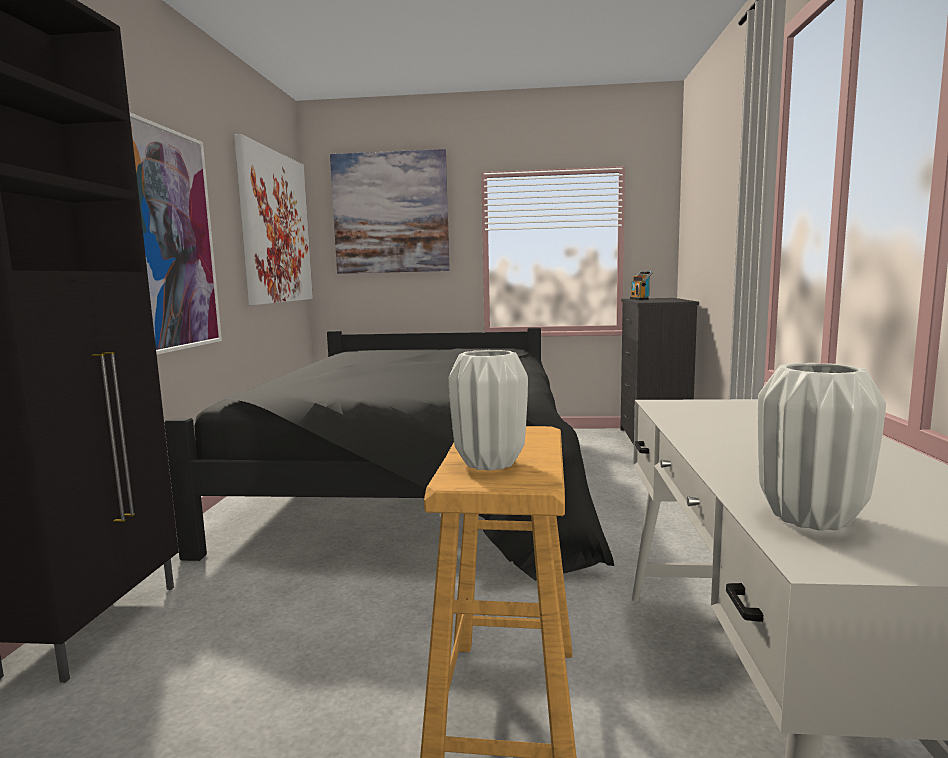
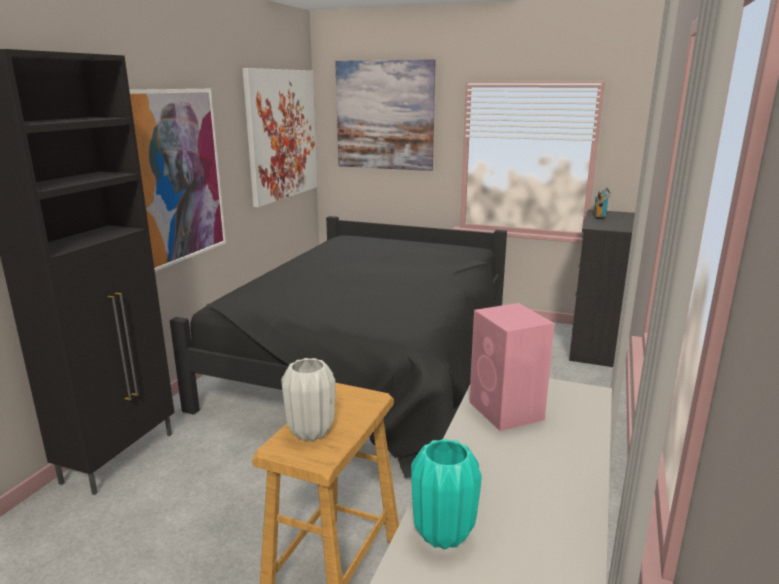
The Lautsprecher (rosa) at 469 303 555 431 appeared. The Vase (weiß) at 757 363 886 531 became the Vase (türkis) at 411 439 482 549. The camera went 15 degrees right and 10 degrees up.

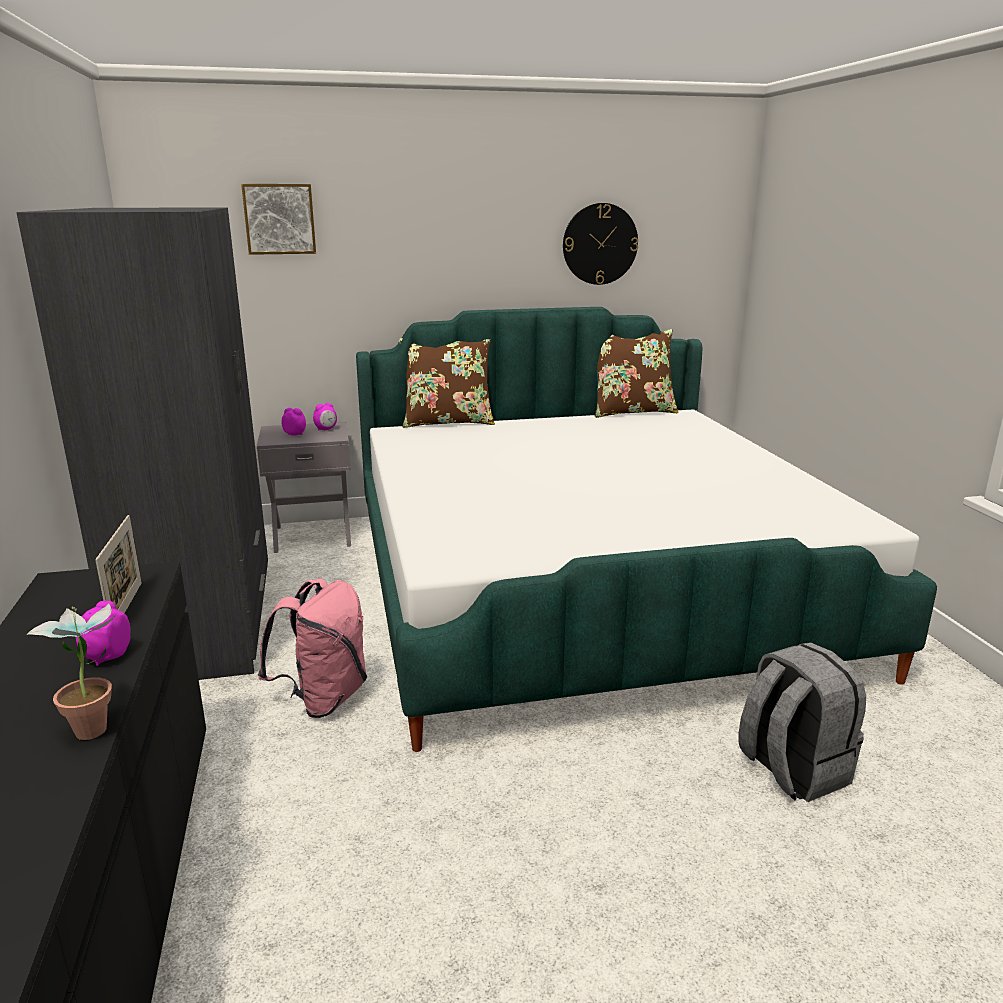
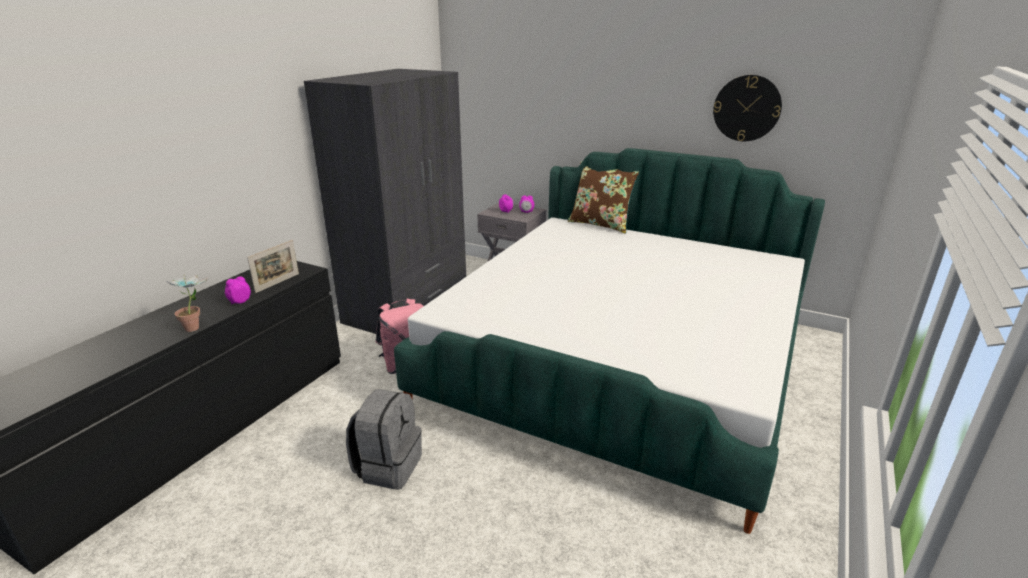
The Bild at 241 184 316 255 disappeared. The Kissen (braun) at 595 329 678 418 disappeared. The Rucksack (grau) moved from 738 642 866 802 to 346 389 422 490. The camera went 40 degrees right and 5 degrees up.

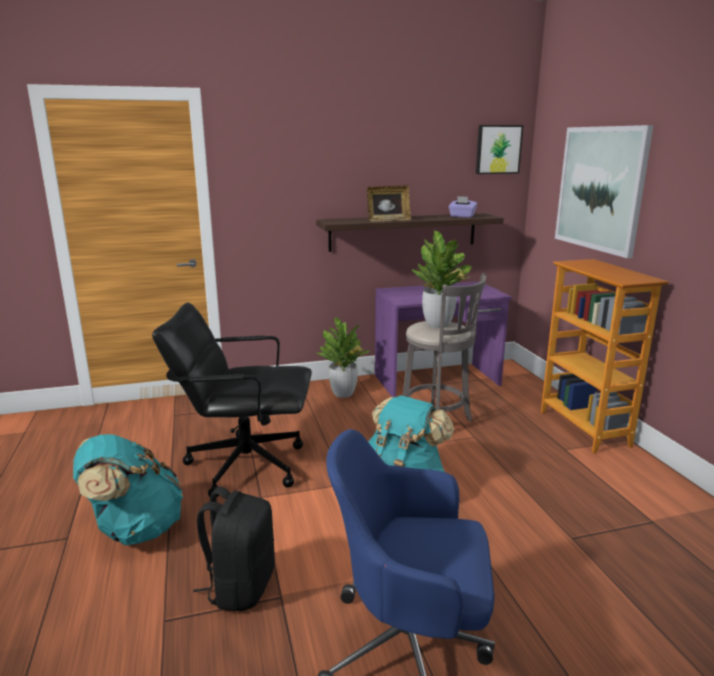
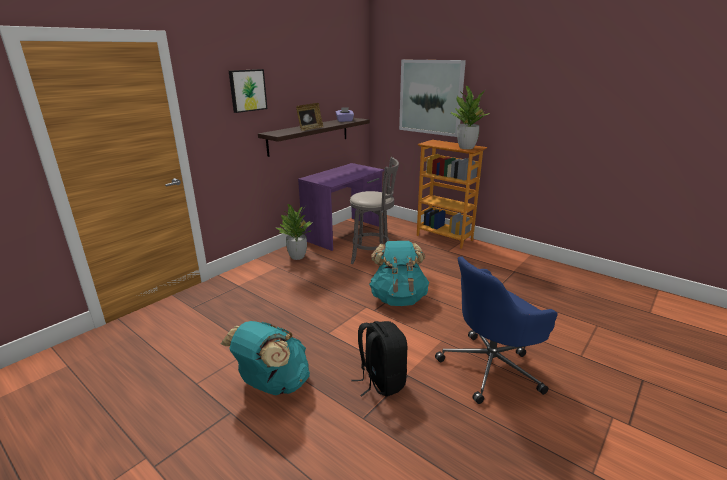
The Bürostuhl (schwarz) at 152 302 312 497 disappeared. The Topfpflanze moved from 412 231 473 328 to 449 86 490 149. The Bild moved from 476 125 523 174 to 229 69 267 113. The camera went 35 degrees left and 5 degrees up.

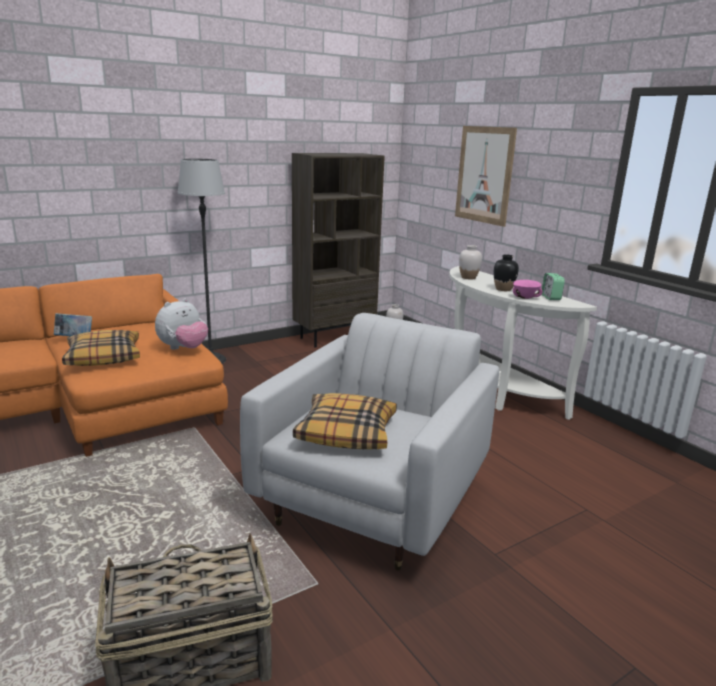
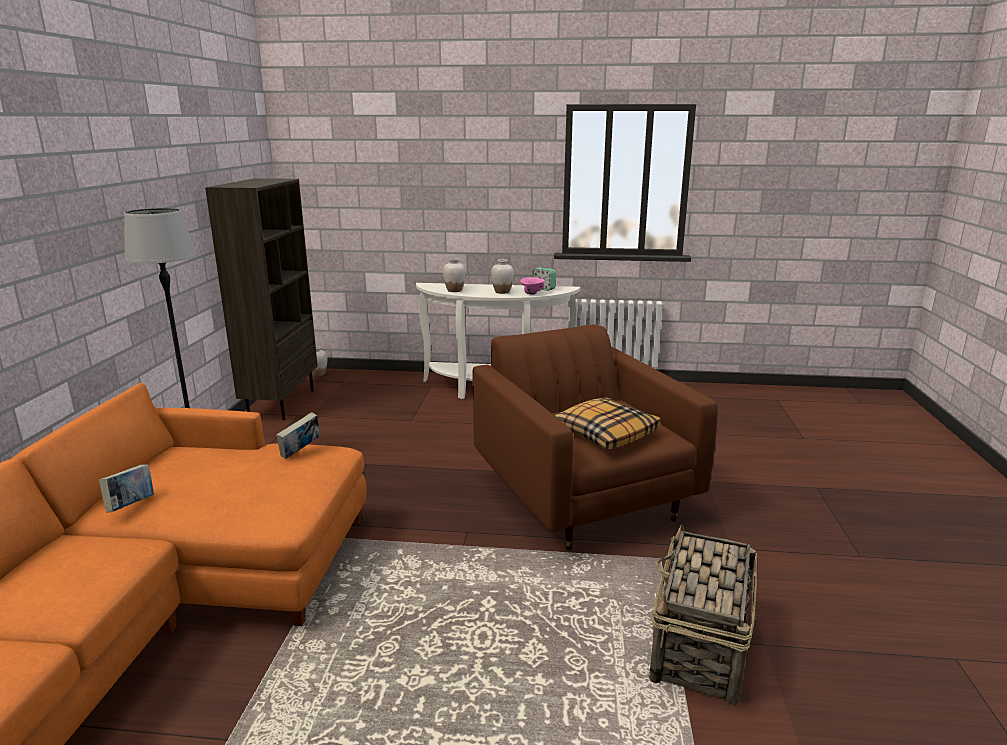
The Kissen at 62 330 140 366 disappeared. The Bild at 455 126 517 227 disappeared. The Plüschtier at 155 298 208 350 was replaced by the Buch at 276 412 320 459. The Sessel (weiß) at 240 313 499 570 became the Sessel (braun) at 472 324 718 550. The Vase (schwarz) at 494 254 519 291 became the Vase (weiß) at 491 259 514 294. The camera went 50 degrees left and 0 degrees up.

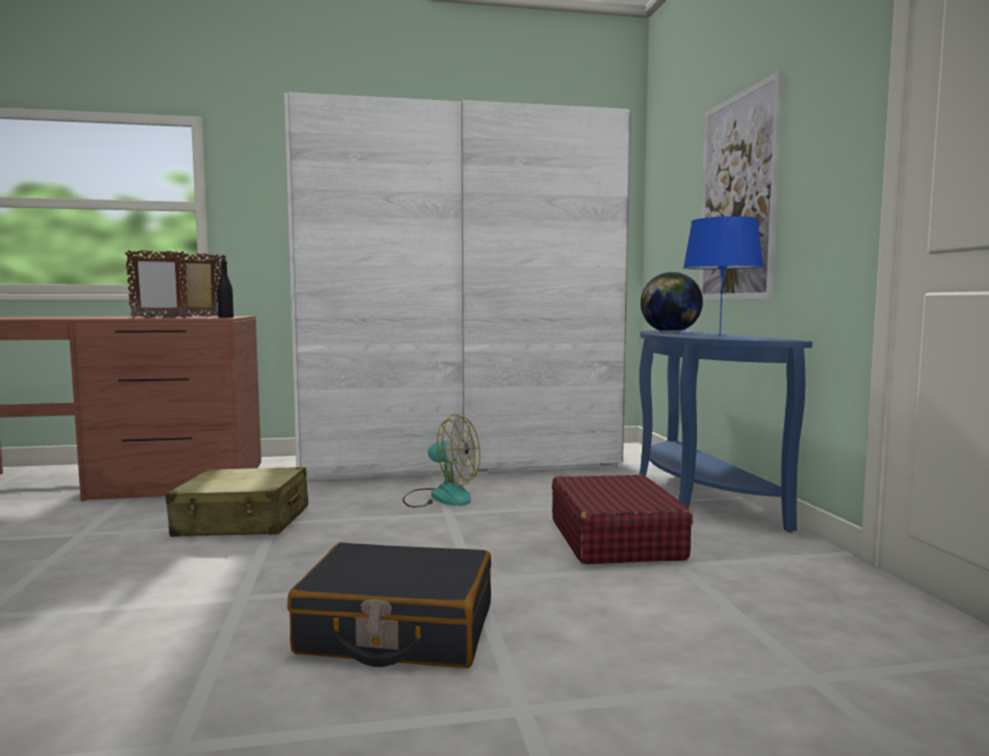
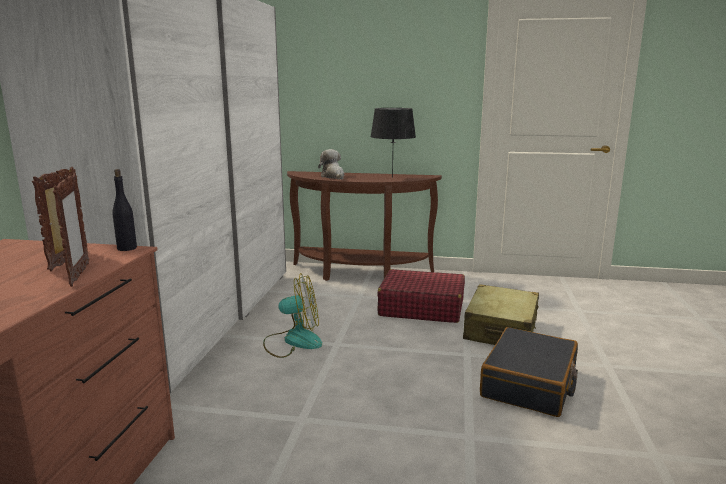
The Bild at 699 70 783 300 disappeared. The Koffer (beige) moved from 166 467 308 537 to 463 284 539 345. The Globus at 640 272 703 333 was replaced by the Plüschtier at 318 149 344 179. The Konsolentisch (blau) at 639 330 812 532 became the Konsolentisch (braun) at 287 171 442 281. The Tischlampe (blau) at 683 216 764 337 became the Tischlampe (schwarz) at 370 108 416 178. The Ventilator at 402 414 480 507 turned 45 degrees clockwise. The camera went 70 degrees left and 10 degrees up.

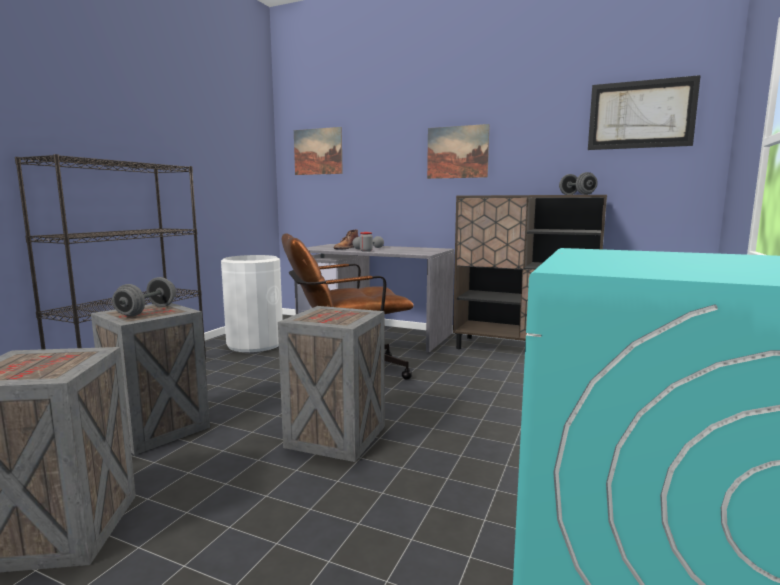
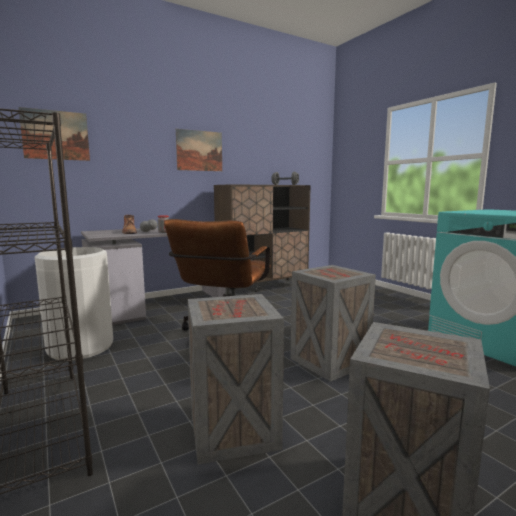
The Hantel (grau) at 112 277 176 317 disappeared. The Bild at 588 75 701 150 disappeared. The camera went 55 degrees left and 0 degrees up.

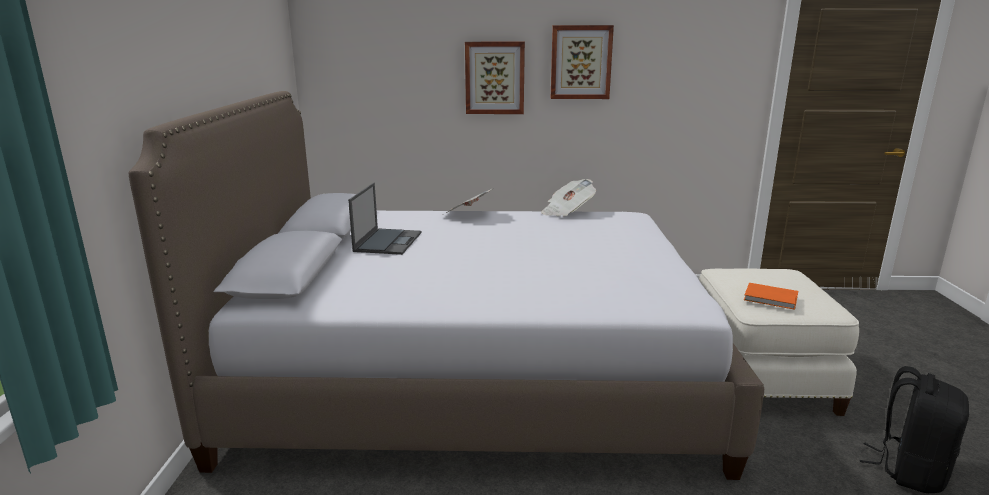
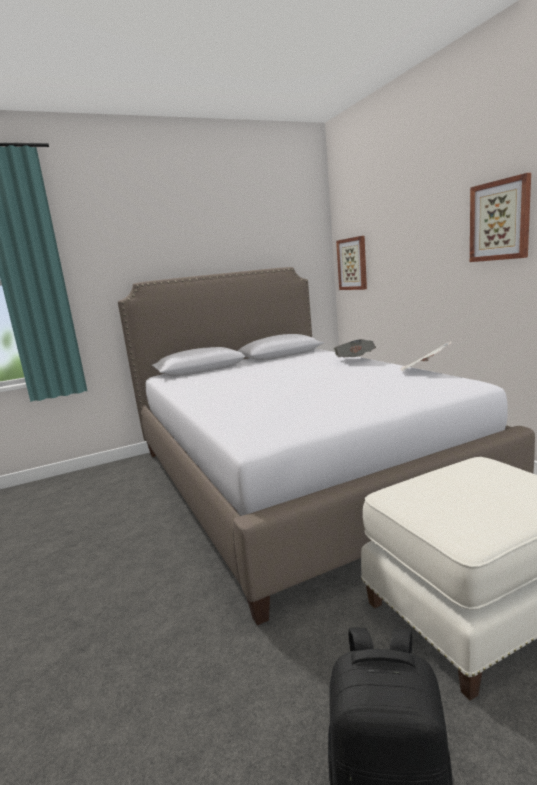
The Laptop at 348 183 422 255 disappeared. The Buch (orange) at 744 283 798 310 disappeared. The Bild moved from 465 42 525 114 to 336 236 367 290. The camera went 65 degrees right and 5 degrees down.

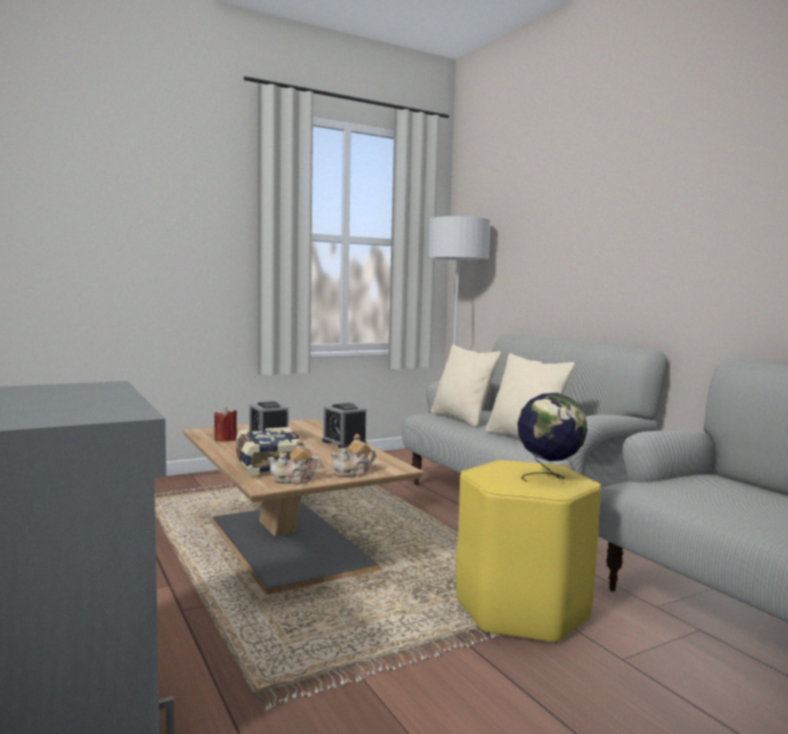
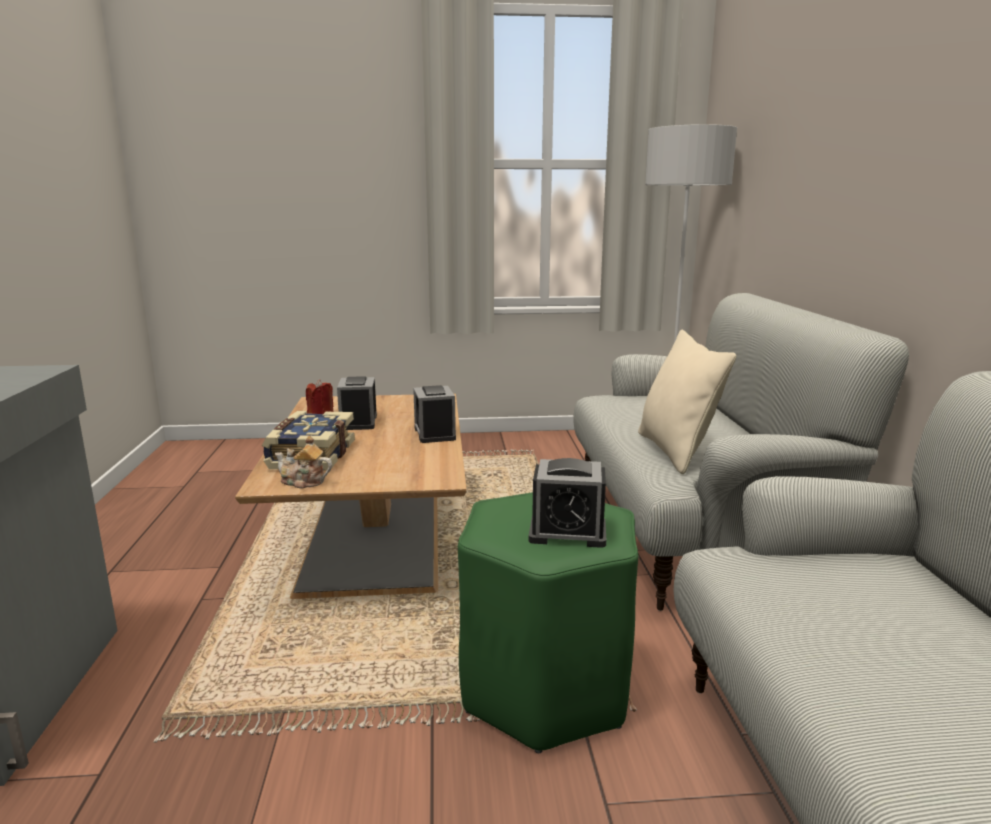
The Teekanne at 330 434 376 477 disappeared. The Kissen (beige) at 431 345 501 427 disappeared. The Globus at 517 393 588 482 was replaced by the Wecker at 529 458 606 548. The Hocker (gelb) at 456 460 601 645 became the Hocker (grün) at 458 492 638 753. The camera went 25 degrees right and 10 degrees up.

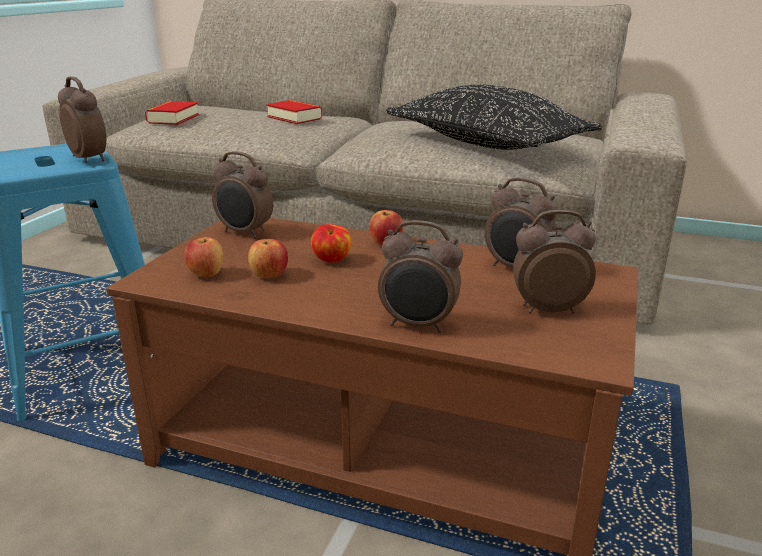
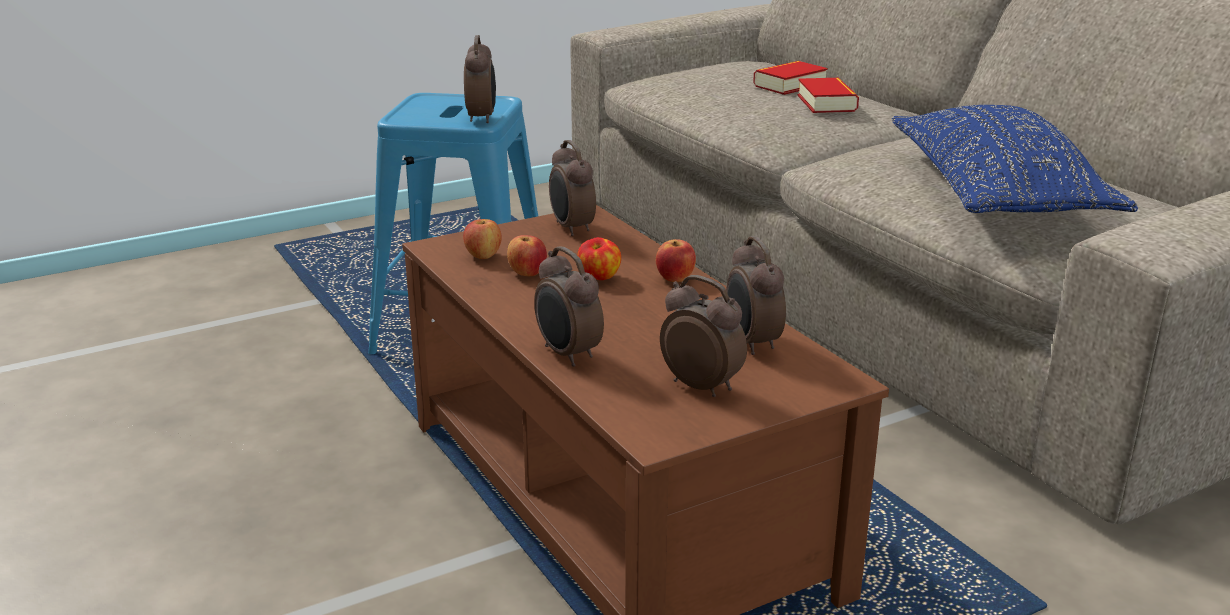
The Buch moved from 145 101 199 125 to 753 61 828 95. The Kissen (schwarz) at 386 84 603 150 became the Kissen (blau) at 892 105 1138 213. The camera went 40 degrees right and 0 degrees up.

